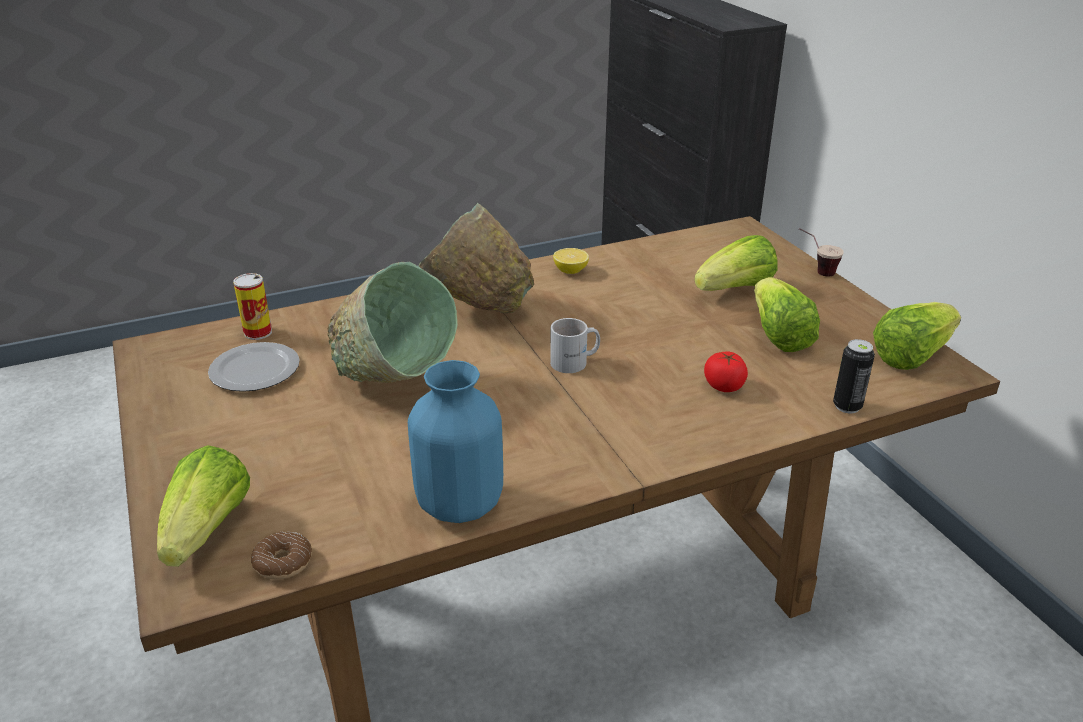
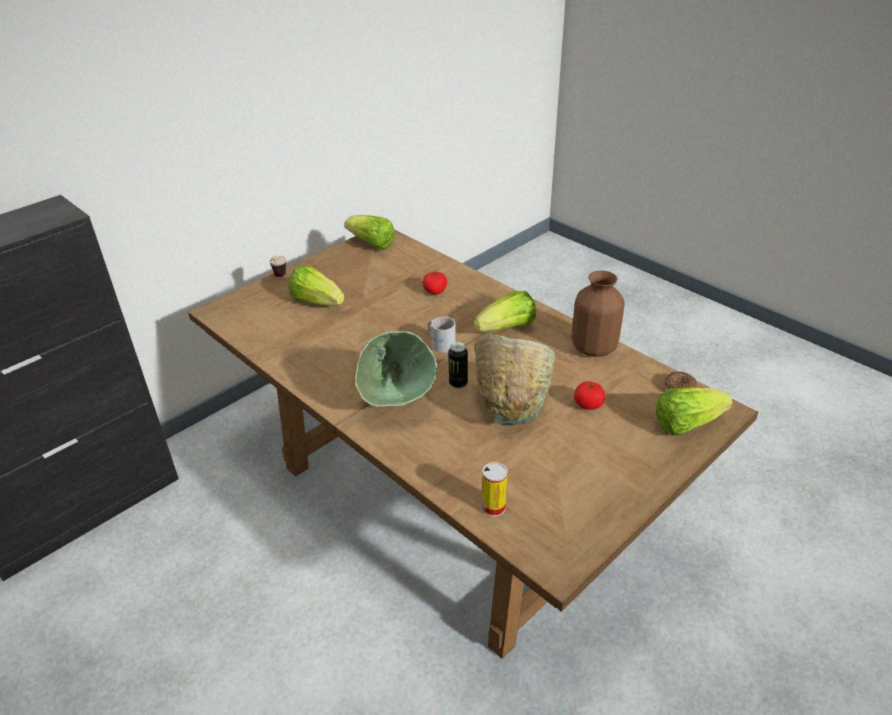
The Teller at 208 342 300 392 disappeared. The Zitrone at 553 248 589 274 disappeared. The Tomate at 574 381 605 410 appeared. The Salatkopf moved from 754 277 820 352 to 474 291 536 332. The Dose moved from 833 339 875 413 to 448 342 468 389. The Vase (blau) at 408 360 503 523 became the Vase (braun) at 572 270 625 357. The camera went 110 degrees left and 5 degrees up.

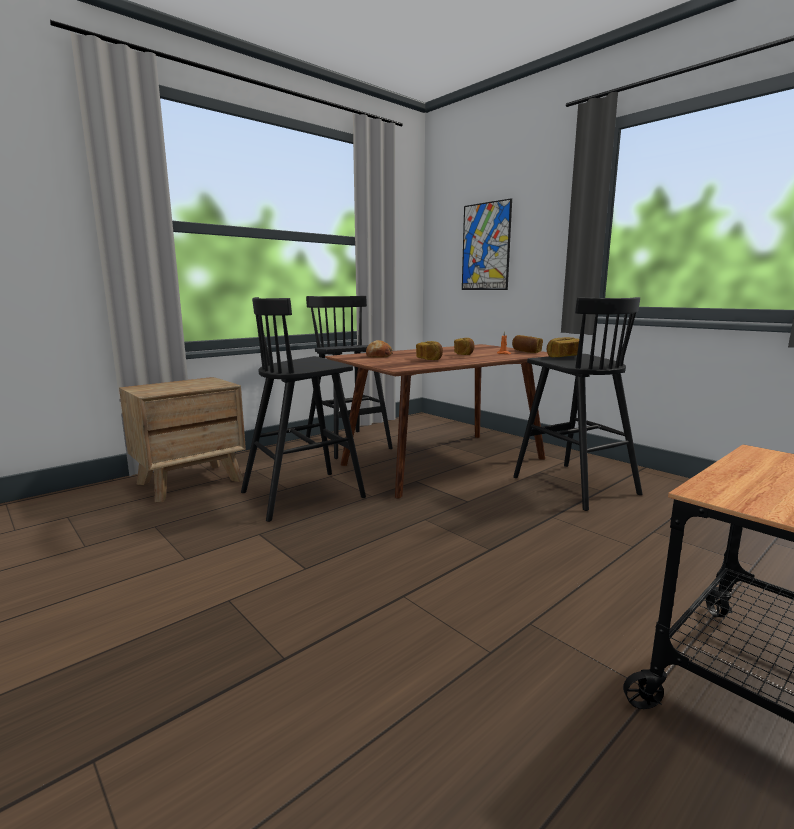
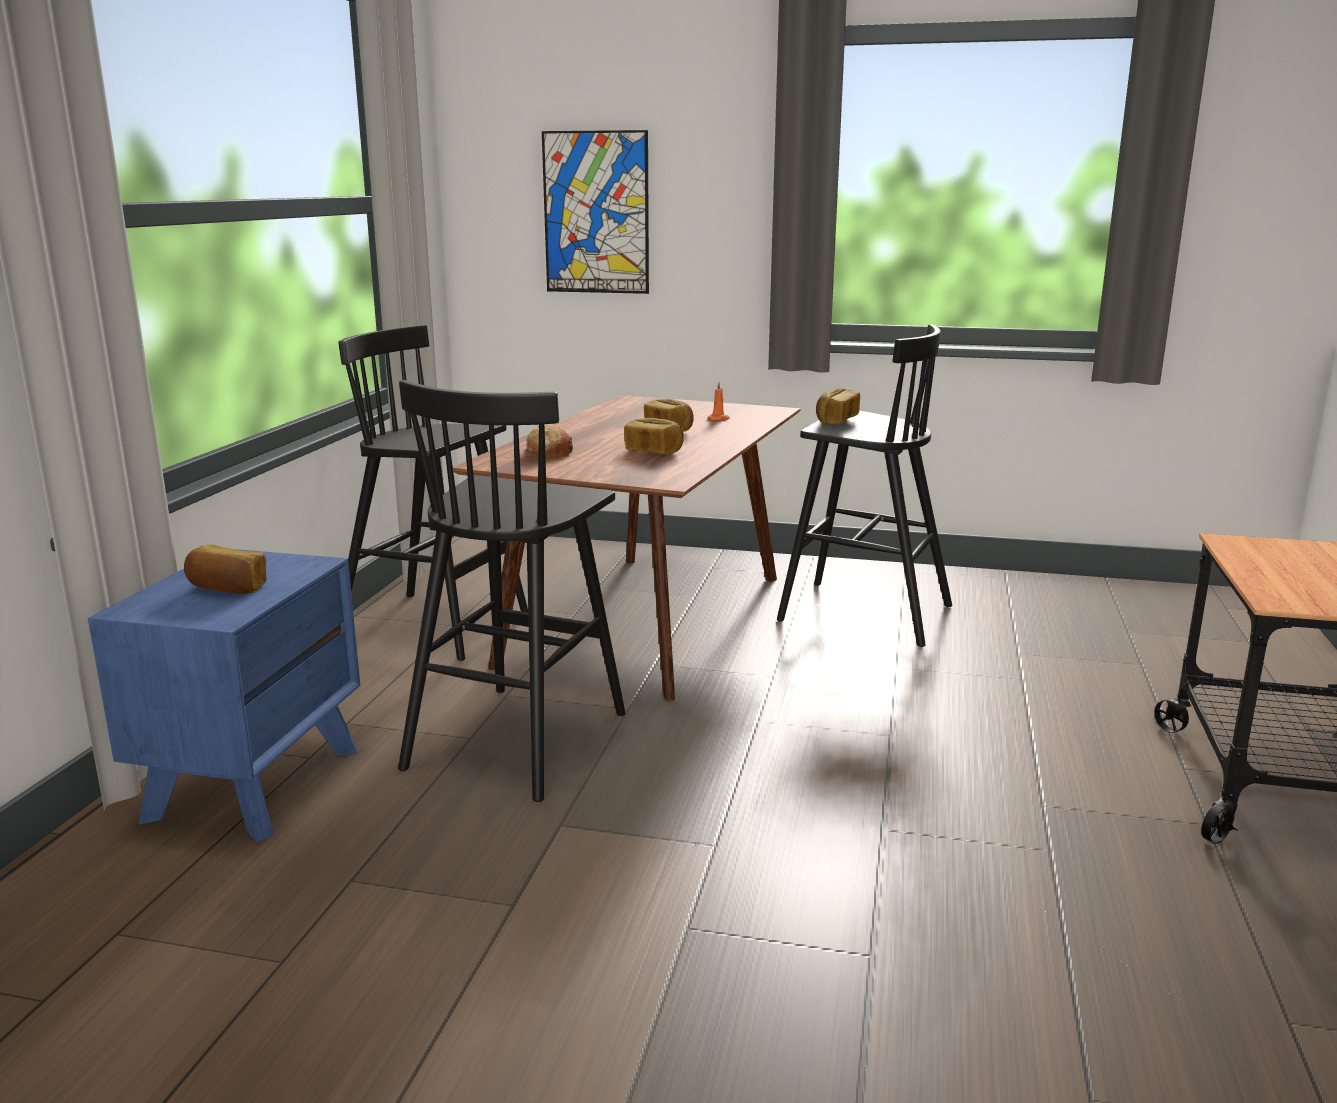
The Brot moved from 512 335 543 353 to 184 544 267 594. The Nachttisch (braun) at 119 377 246 502 became the Nachttisch (blau) at 88 549 360 842. The camera went 35 degrees left and 5 degrees up.

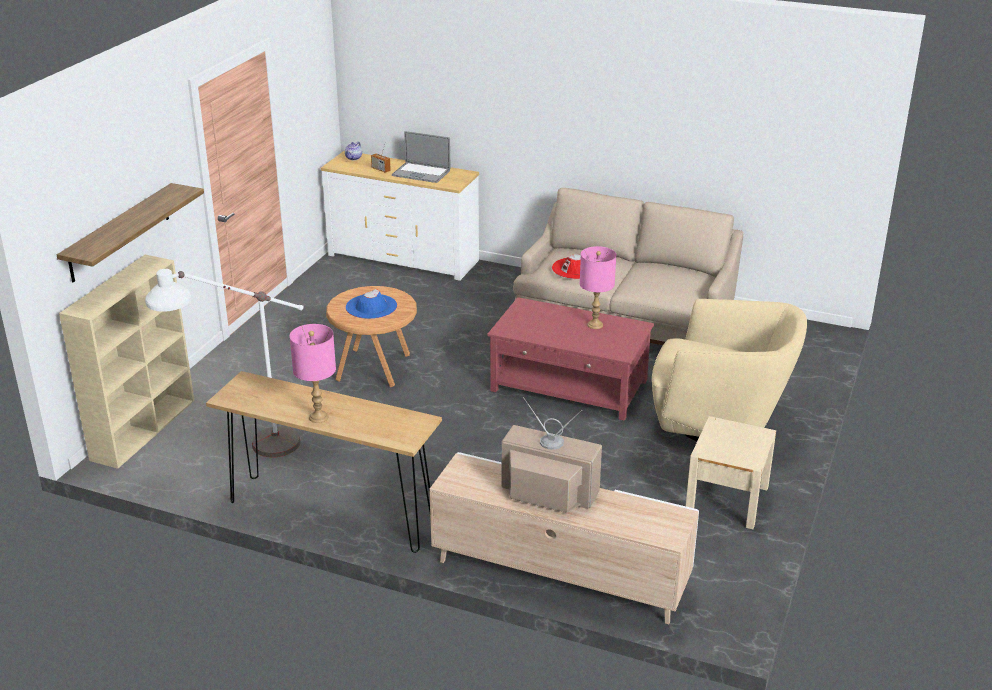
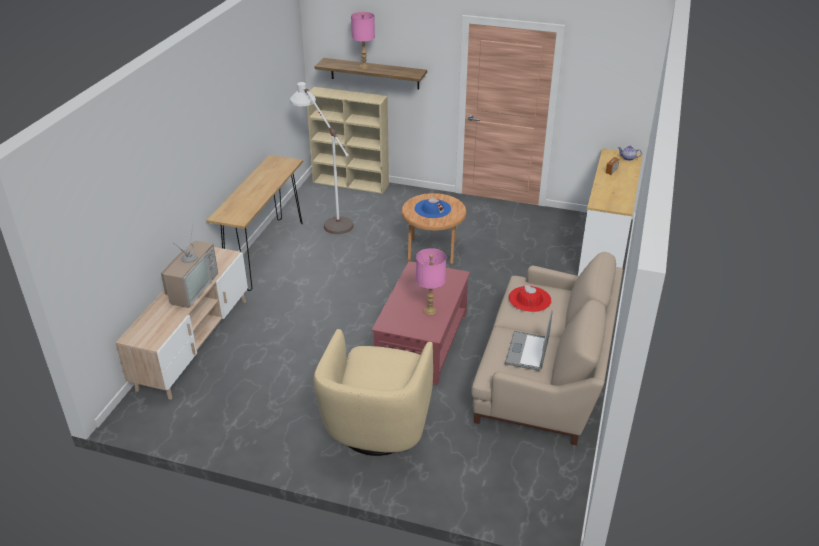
The Nachttisch (beige) at 686 416 776 529 disappeared. The Tischlampe (rosa) moved from 290 324 336 423 to 351 12 375 69. The Laptop moved from 392 131 451 183 to 505 310 553 371. The camera went 85 degrees right and 5 degrees up.

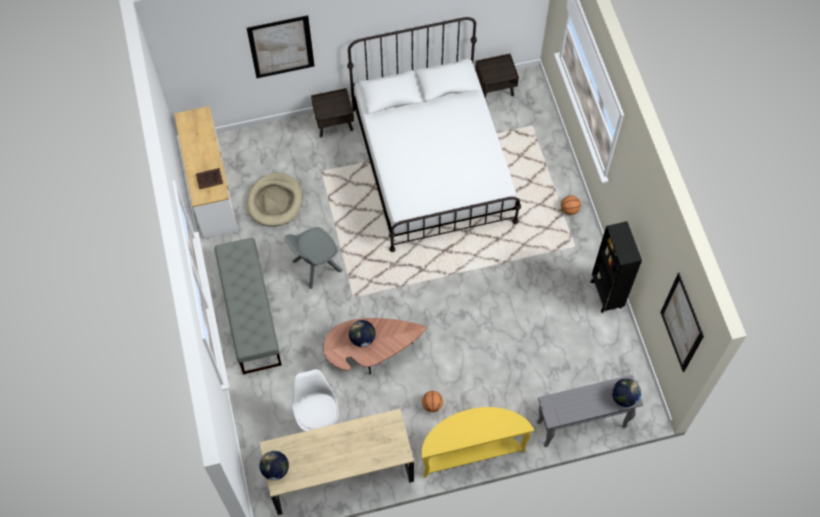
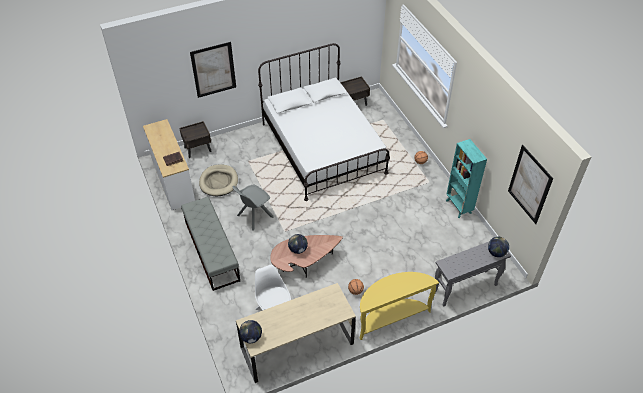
The Nachttisch (braun) moved from 311 88 354 137 to 179 121 211 158. The Bücherregal (schwarz) at 590 221 642 313 became the Bücherregal (türkis) at 446 139 487 218. The camera went 10 degrees left and 15 degrees down.

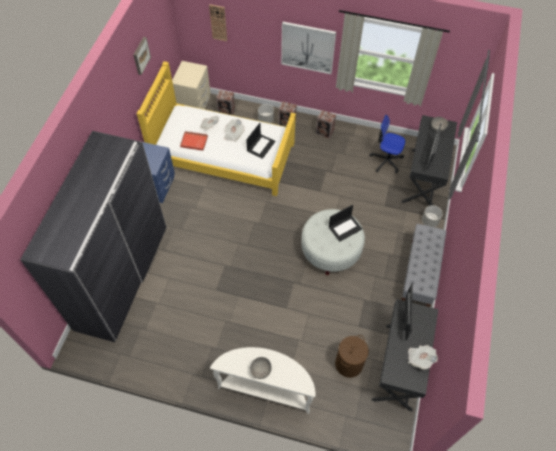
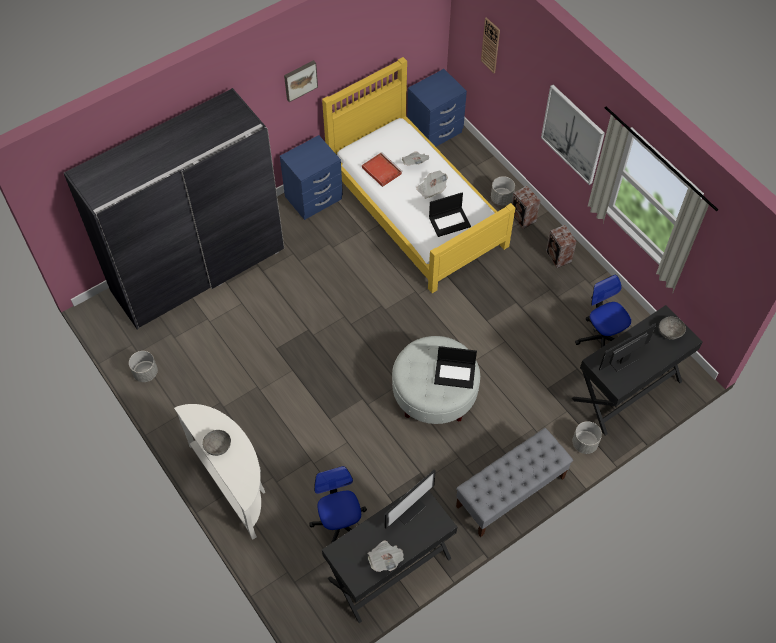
The Lautsprecher at 216 90 235 115 disappeared. The Pflanzkübel (grau) at 129 351 158 382 appeared. The Bild moved from 133 37 151 75 to 284 60 318 102. The Wäschekorb (braun) at 335 335 369 378 was replaced by the Bürostuhl at 309 466 367 543. The Nachttisch (beige) at 172 61 211 109 became the Nachttisch (blau) at 407 69 467 147. The camera went 40 degrees right and 0 degrees up.

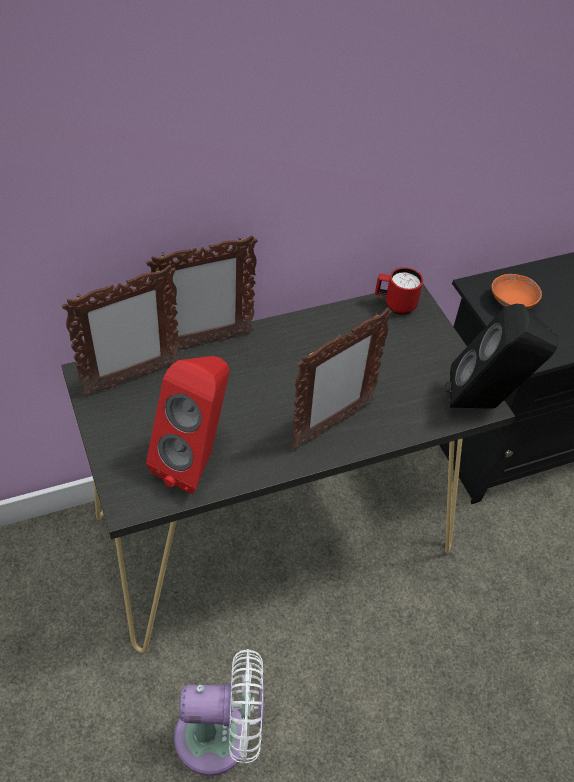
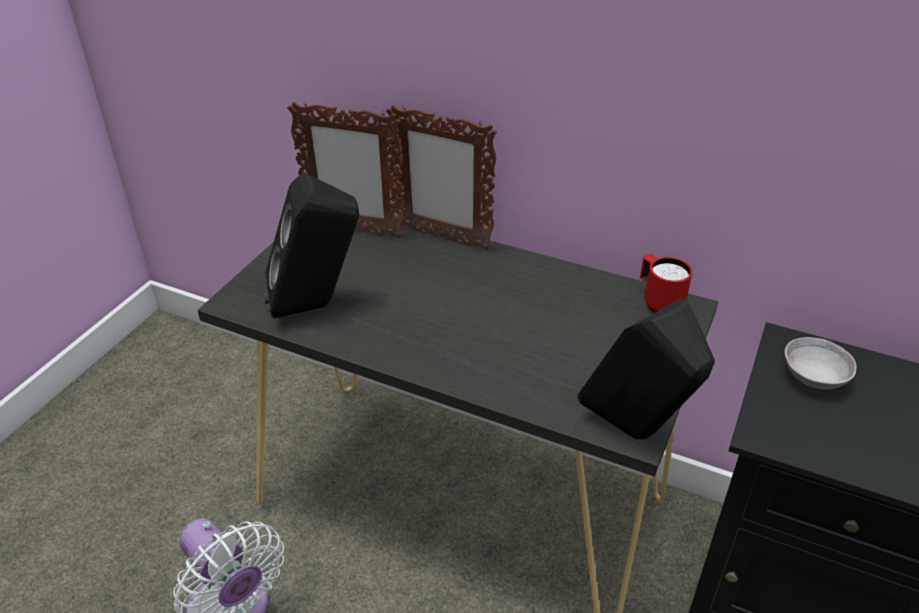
The Bilderrahmen at 291 308 392 450 disappeared. The Lautsprecher (rot) at 146 356 230 494 became the Lautsprecher (schwarz) at 263 173 359 319. The Schüssel (orange) at 491 274 542 309 became the Schüssel (grau) at 784 337 856 389. The camera went 50 degrees right and 10 degrees down.

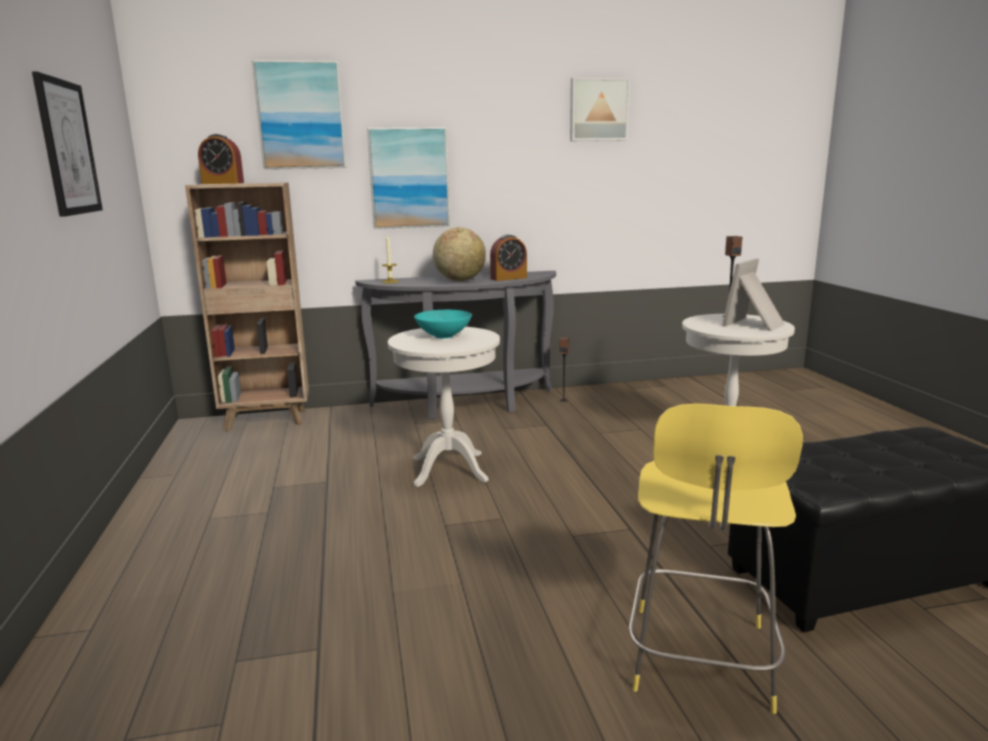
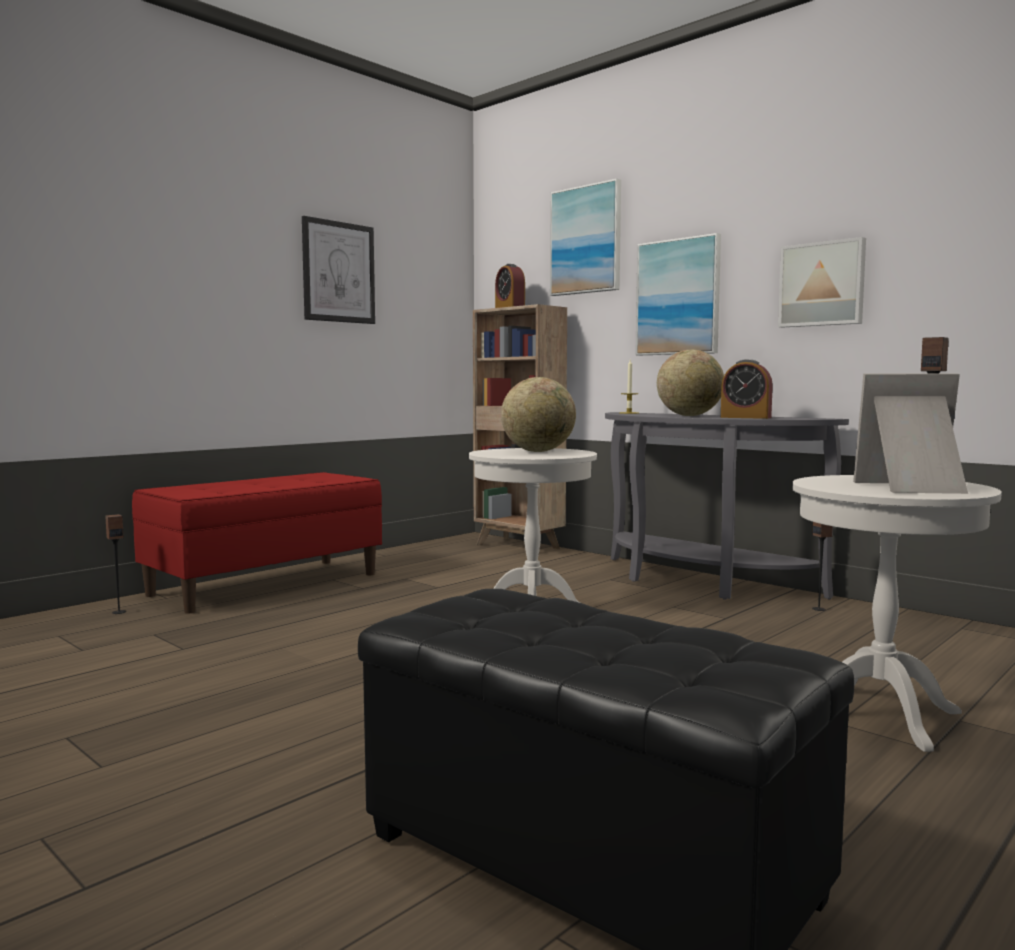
The Hocker (gelb) at 629 403 803 714 disappeared. The Lautsprecher at 105 514 126 614 appeared. The Bank (rot) at 132 472 382 614 appeared. The Bild moved from 570 77 630 141 to 778 237 866 328. The Schüssel (türkis) at 414 310 472 338 was replaced by the Globus at 501 377 576 452. The camera went 55 degrees right and 10 degrees down.

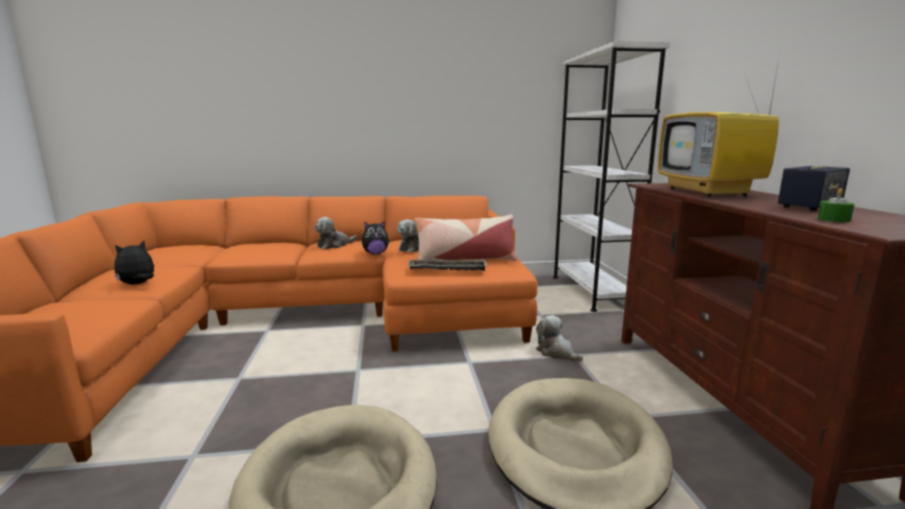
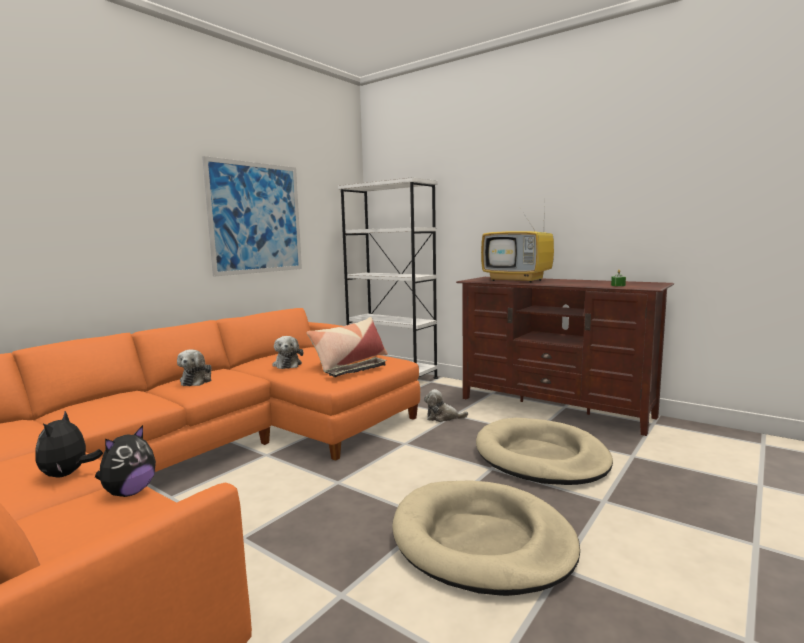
The Lautsprecher at 778 166 850 211 disappeared. The Bild at 202 156 302 277 appeared. The Plüschtier moved from 362 221 390 255 to 95 425 156 497. The camera went 45 degrees left and 5 degrees down.

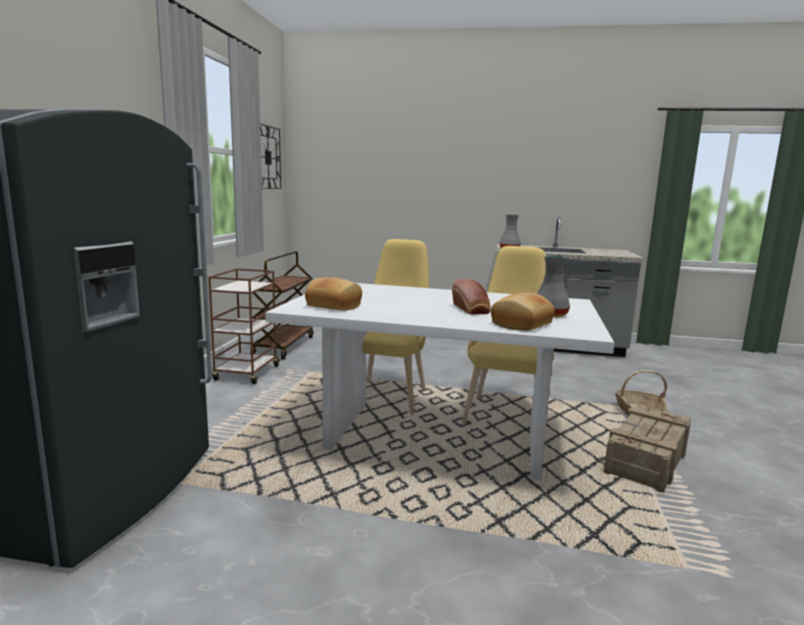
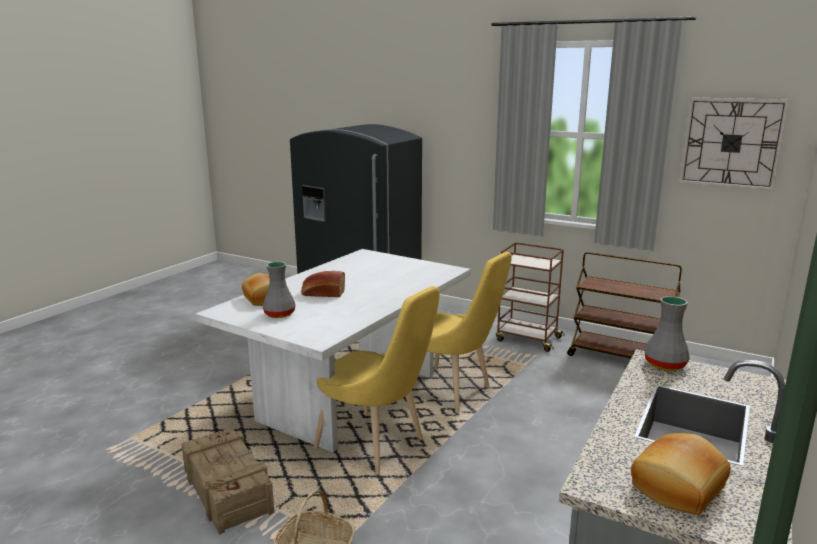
The Brot moved from 305 277 362 311 to 631 433 731 515. The camera went 110 degrees right and 5 degrees up.

